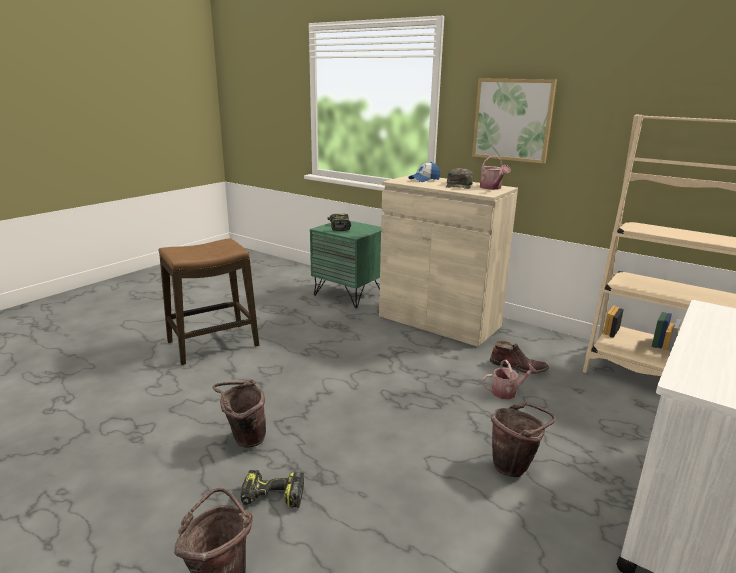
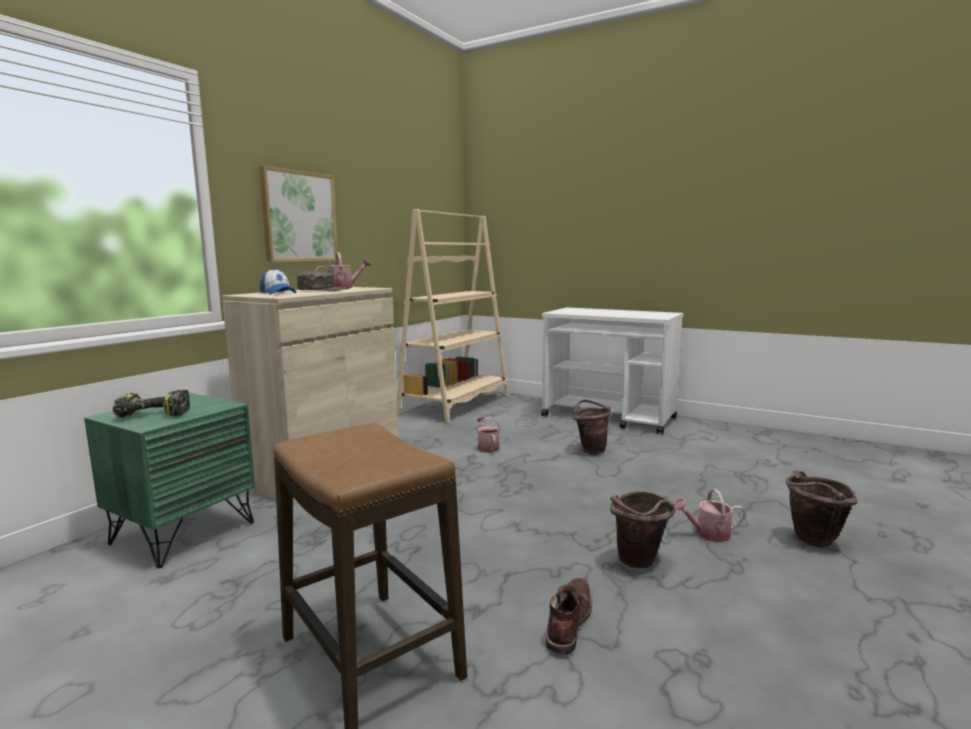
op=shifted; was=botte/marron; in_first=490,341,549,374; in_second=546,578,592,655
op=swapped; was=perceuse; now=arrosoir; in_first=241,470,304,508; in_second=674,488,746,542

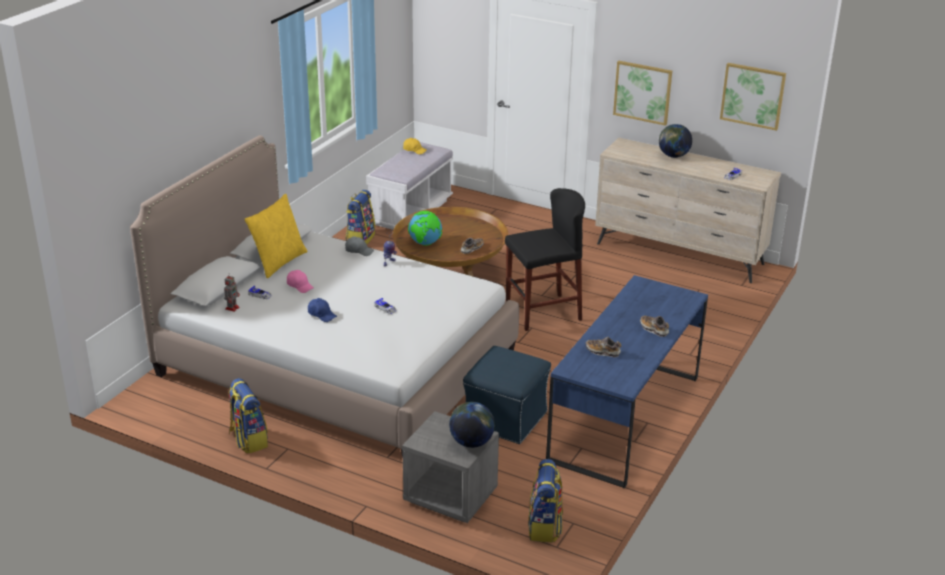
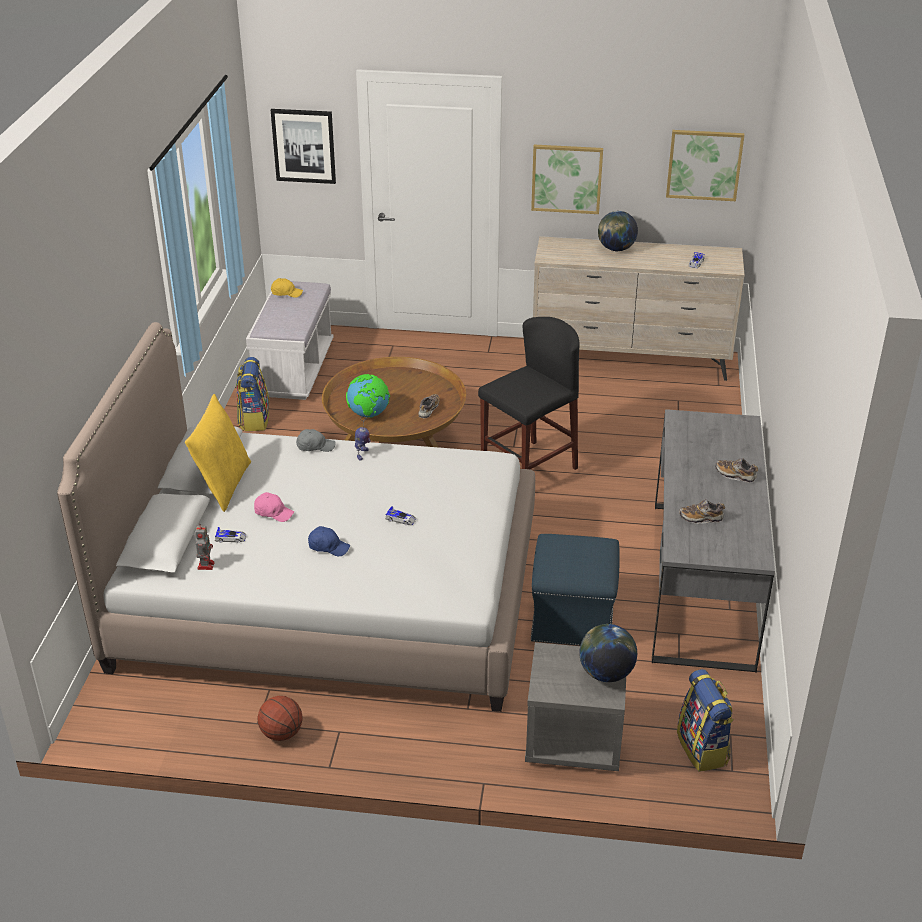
op=swapped; was=sac à dos; now=ballon de basket; in_first=229,378,268,454; in_second=258,696,303,741
op=new; now=tableau; in_second=271,109,336,184
op=repainted; was=bureau/bleu; now=bureau/gris; in_first=546,275,708,489; in_second=652,409,775,673

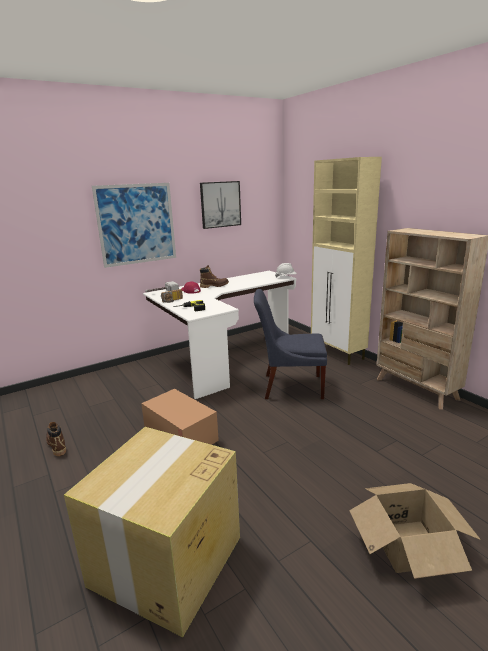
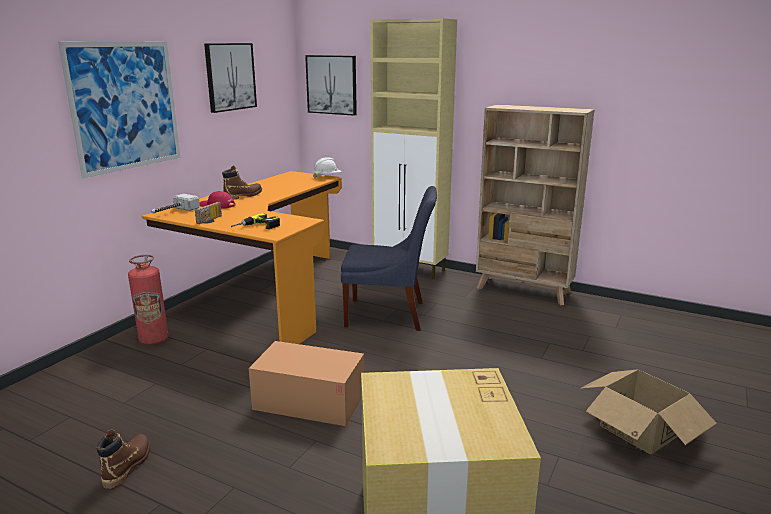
op=rotated; was=botte/marron; in_first=46,422,66,456; in_second=97,429,150,489; clockwise=75
op=new; now=extincteur; in_second=128,255,169,345
op=repainted; was=bureau/blanc; now=bureau/orange; in_first=143,271,297,399; in_second=142,171,342,344
op=new; now=tableau; in_second=305,55,357,116
op=rotated; was=chaise/bleu; in_first=254,289,327,399; in_second=341,186,437,331; clockwise=-150

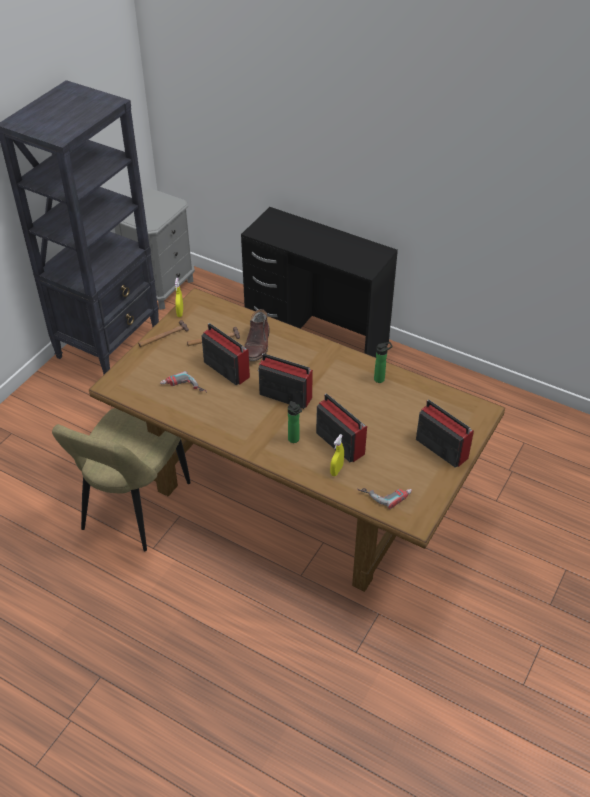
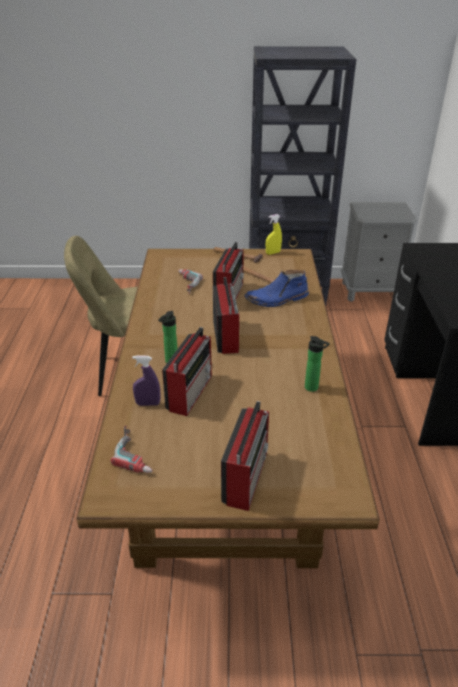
op=repainted; was=vaporisateur/jaune; now=vaporisateur/violet; in_first=330,434,344,476; in_second=132,356,161,406
op=repainted; was=botte/marron; now=botte/bleu; in_first=244,309,270,361; in_second=245,270,309,307

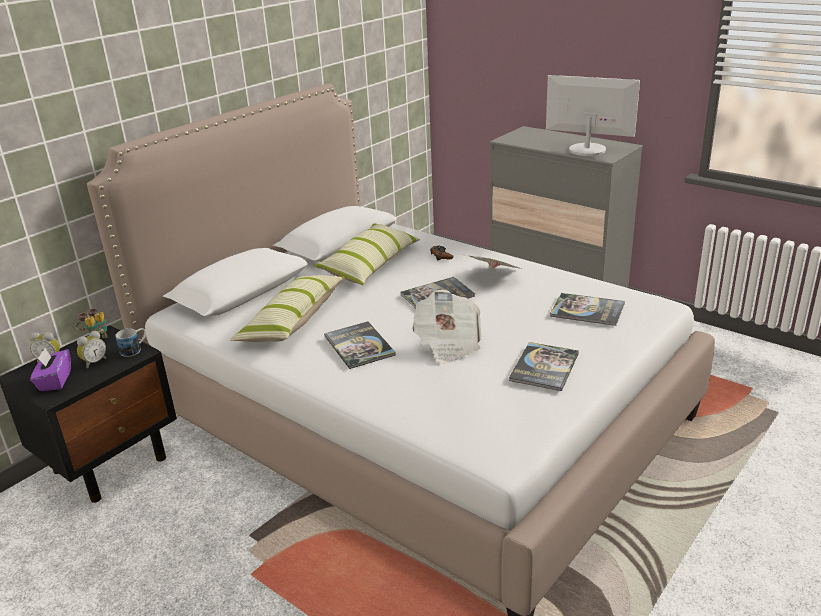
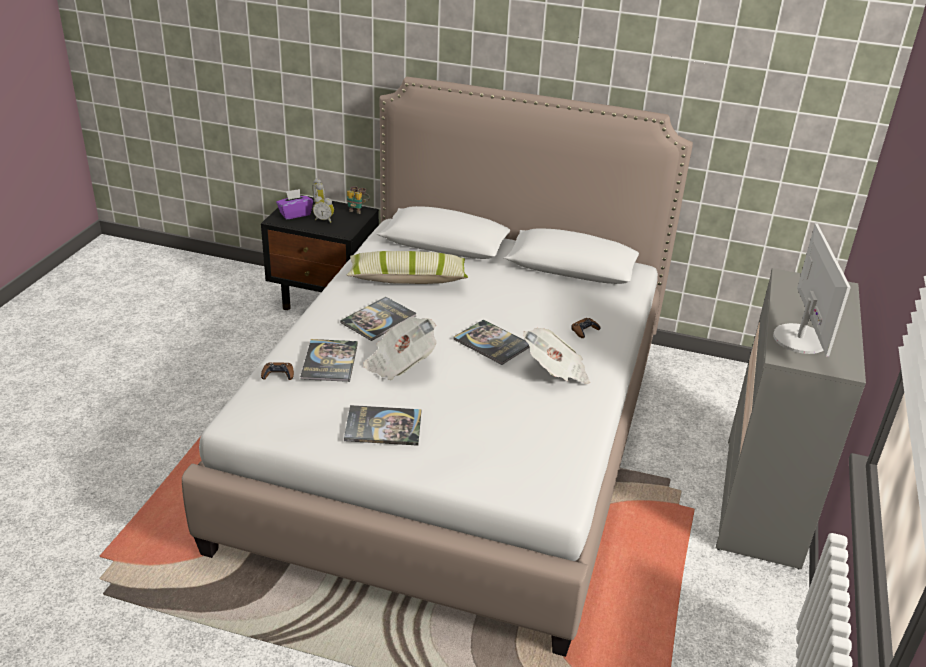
op=new; now=manette/marron; in_second=261,362,294,380
op=shifted; was=livre; in_first=550,293,625,326; in_second=300,339,358,382
op=gone; was=mug; in_first=115,328,146,357
op=gone; was=coussin; in_first=314,223,420,285

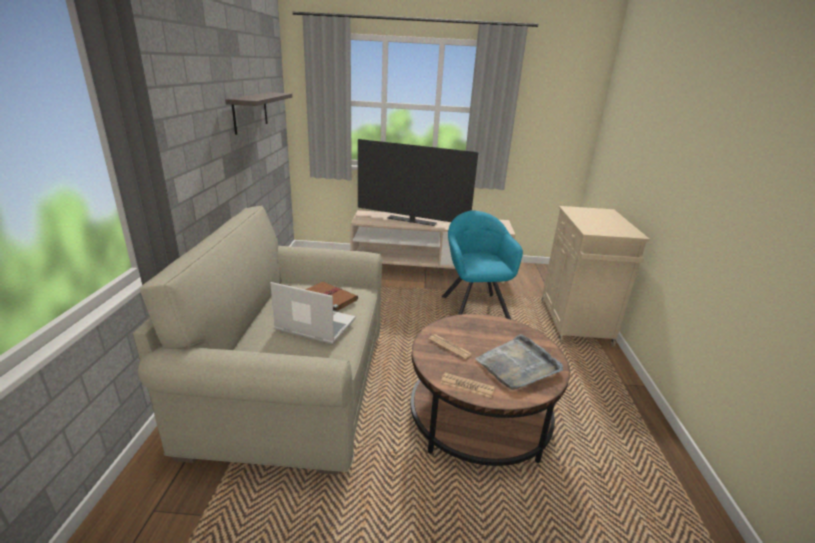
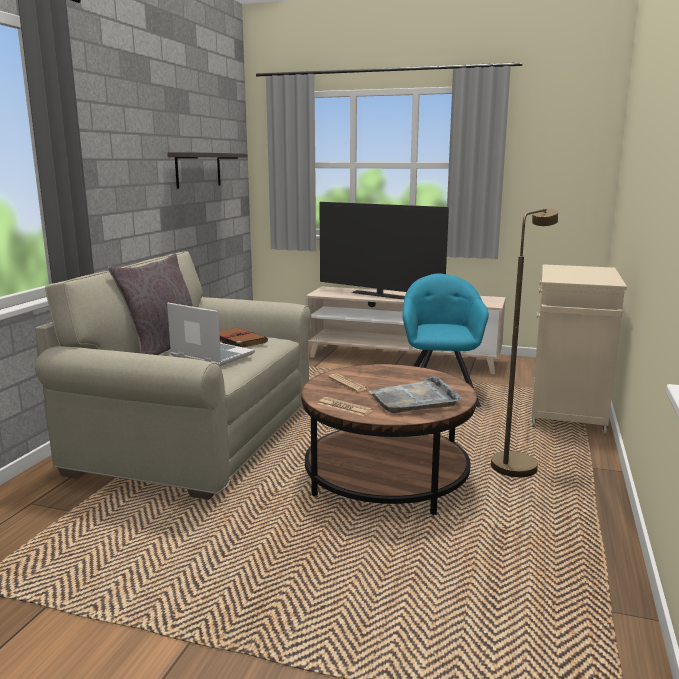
op=new; now=coussin/gris; in_second=108,253,193,355
op=new; now=lampadaire/marron; in_second=491,208,558,477

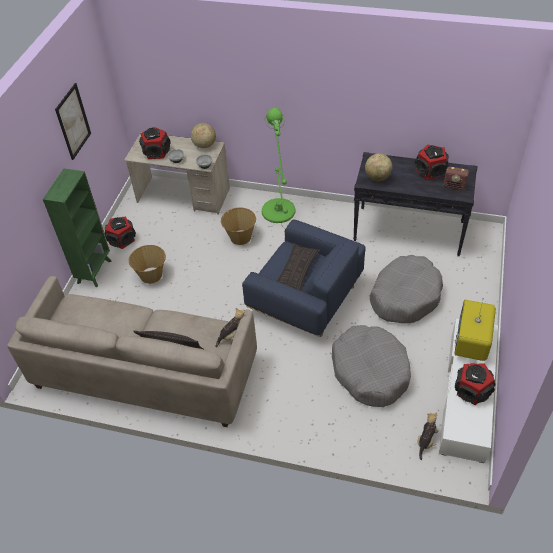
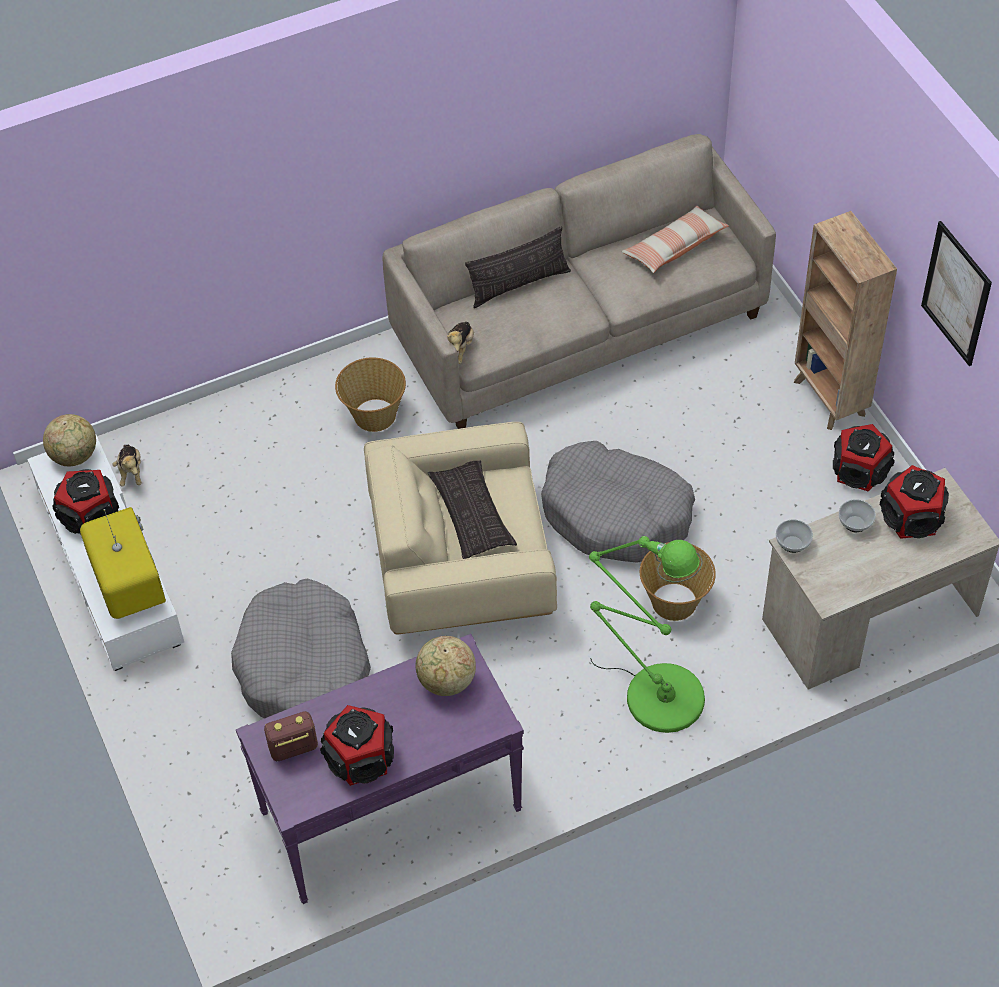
op=shifted; was=globe; in_first=191,123,216,148; in_second=43,414,96,466
op=repainted; was=table console/noir; now=table console/violet; in_first=353,152,477,256; in_second=236,634,524,904
op=shifted; was=panier; in_first=129,245,166,284; in_second=335,357,406,432
op=repainted; was=fauteuil/bleu; now=fauteuil/beige; in_first=242,220,366,337; in_second=364,422,557,635
op=shifted; was=panier pour chien/gris; in_first=332,325,411,407; in_second=541,441,695,563
op=new; now=coussin; in_second=621,206,729,273
op=repainted; was=bibliothèque/vert; now=bibliothèque/marron; in_first=43,169,112,287; in_second=794,211,897,430

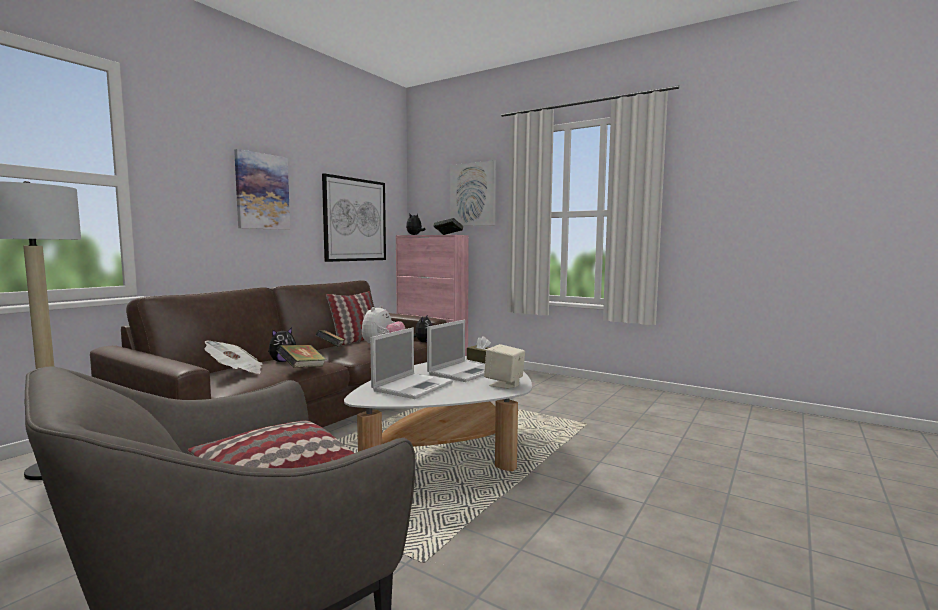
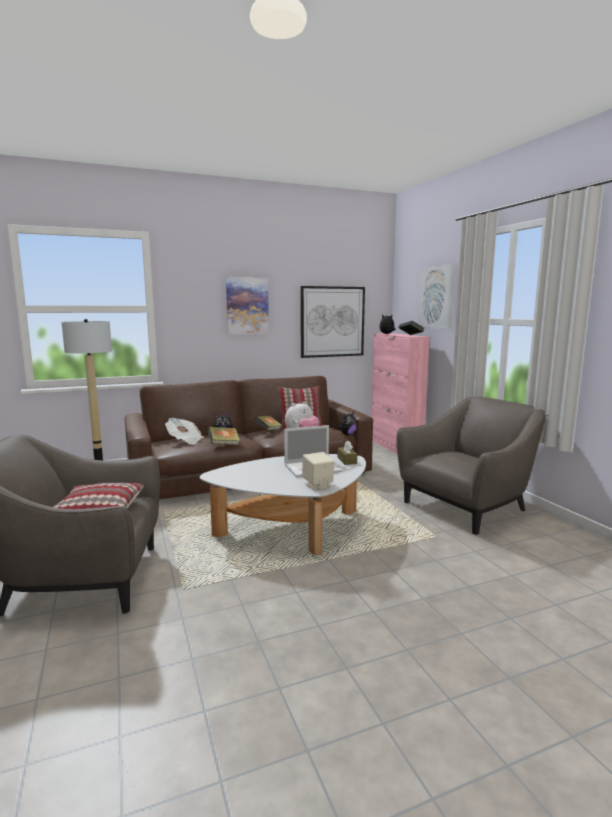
op=new; now=fauteuil/gris; in_second=396,397,545,535
op=gone; was=ordinateur portable; in_first=370,327,453,399

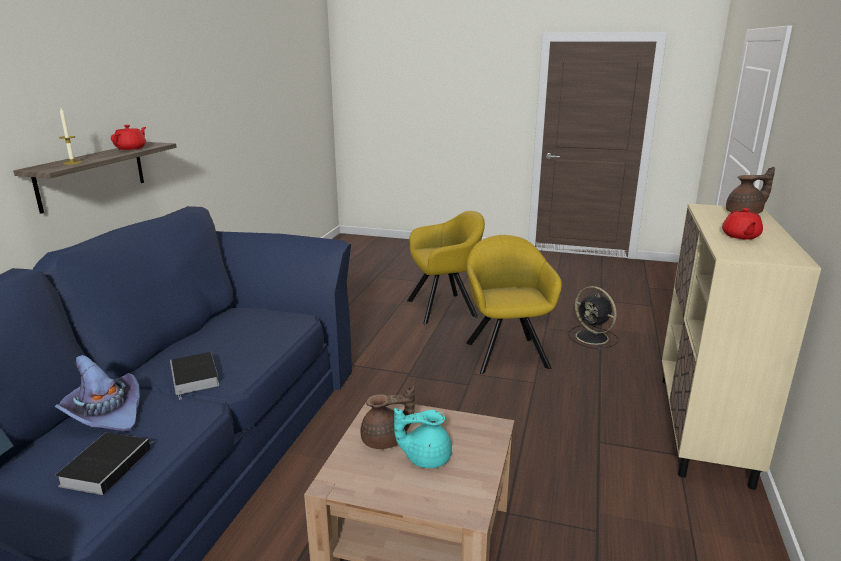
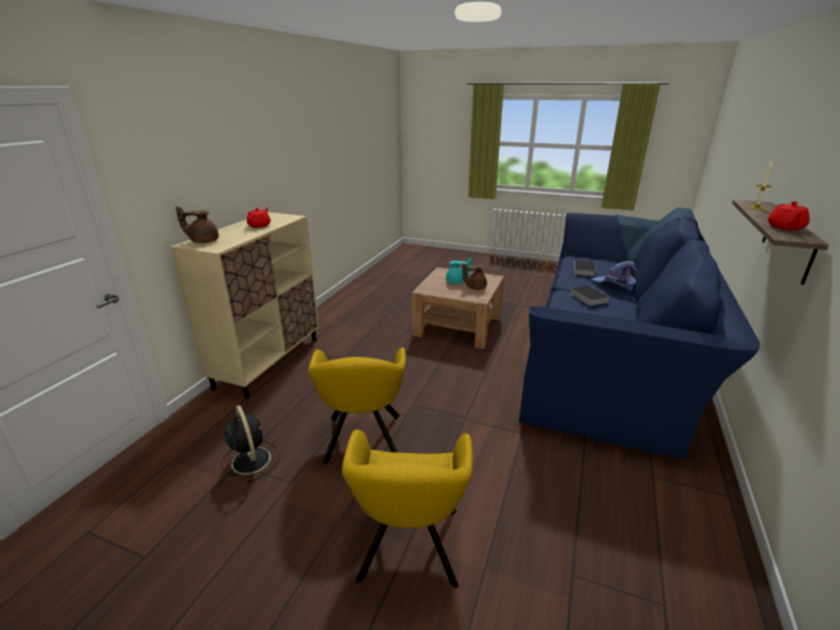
op=rotated; was=fauteuil/jaune; in_first=407,211,485,324; in_second=342,430,473,588; clockwise=-75

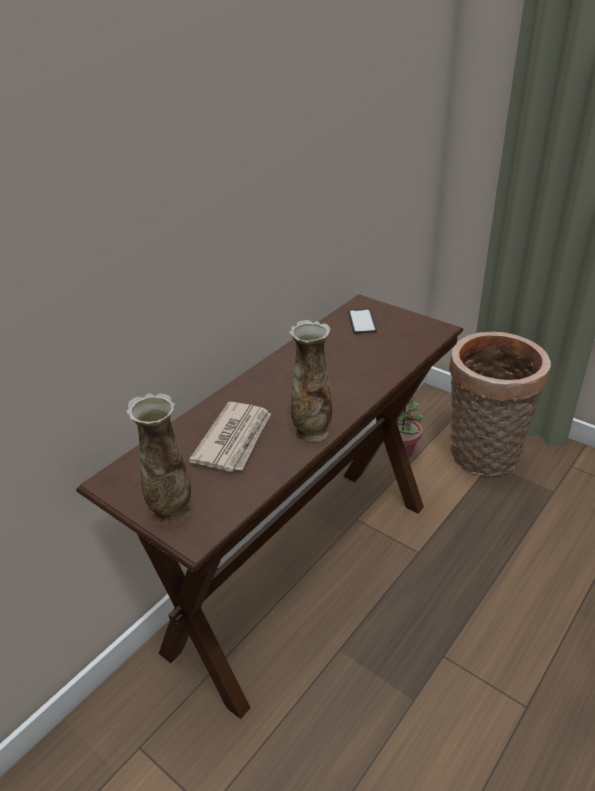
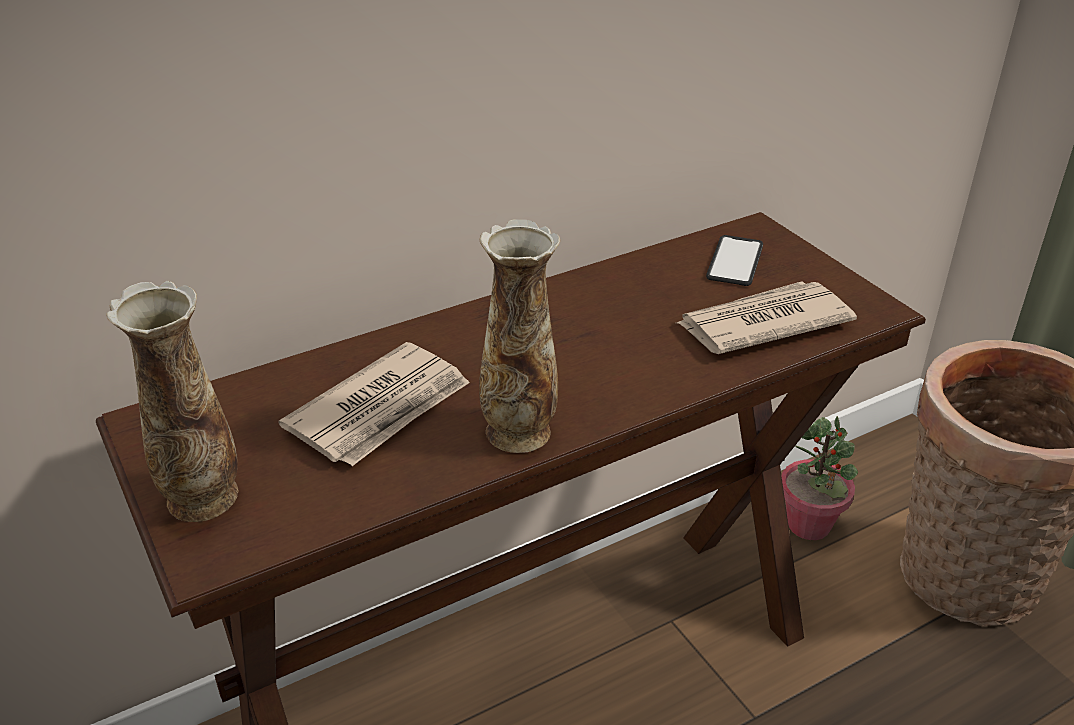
op=new; now=journal; in_second=677,281,857,354

